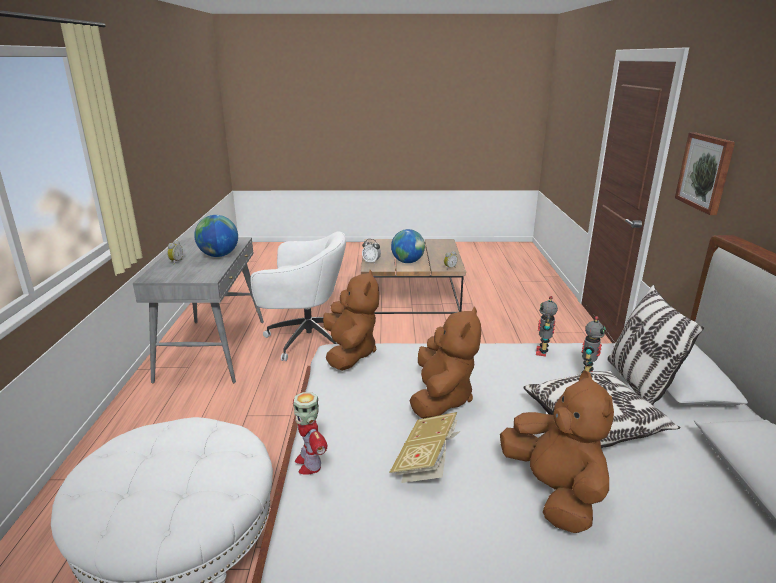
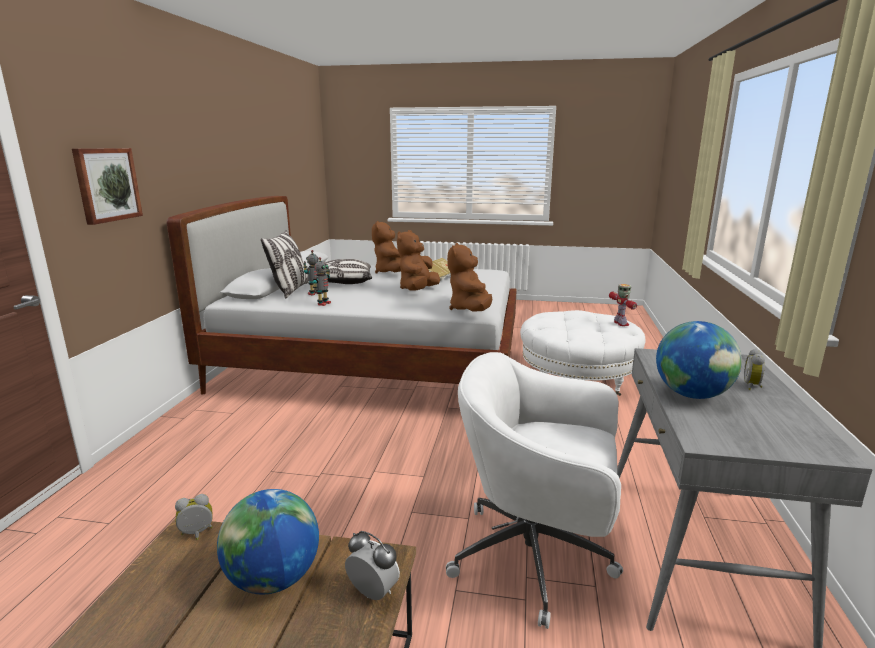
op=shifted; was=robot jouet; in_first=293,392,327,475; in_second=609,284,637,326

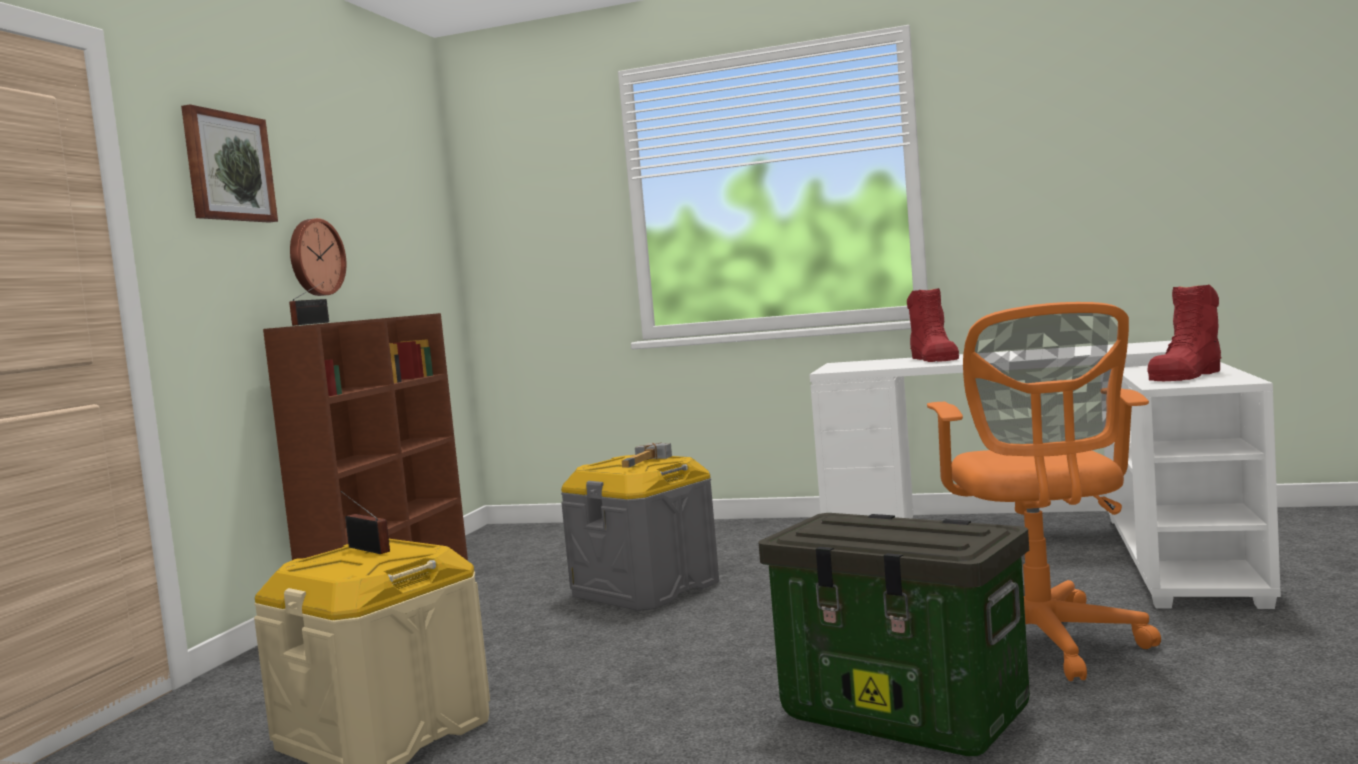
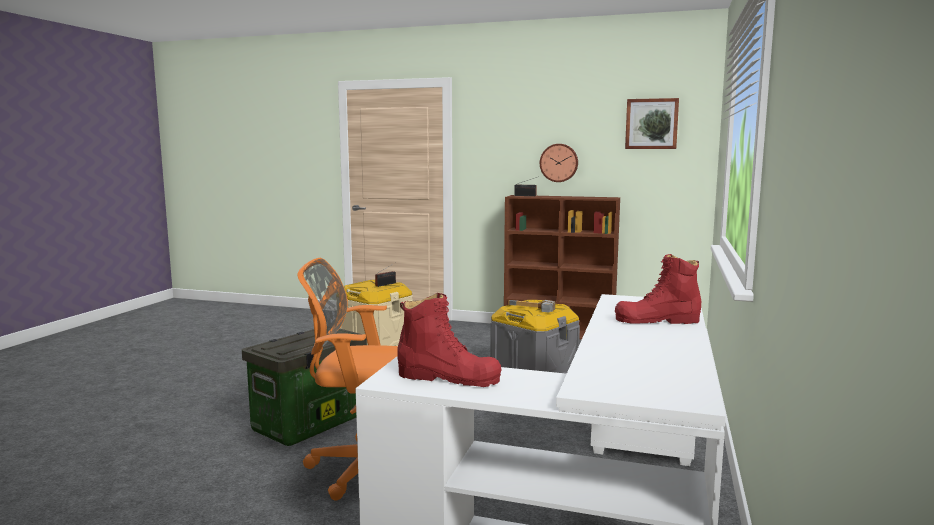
op=rotated; was=botte/rouge; in_first=1147,285,1222,381; in_second=397,293,502,387; clockwise=150
op=shifted; was=tableau; in_first=181,104,278,223; in_second=625,98,679,149

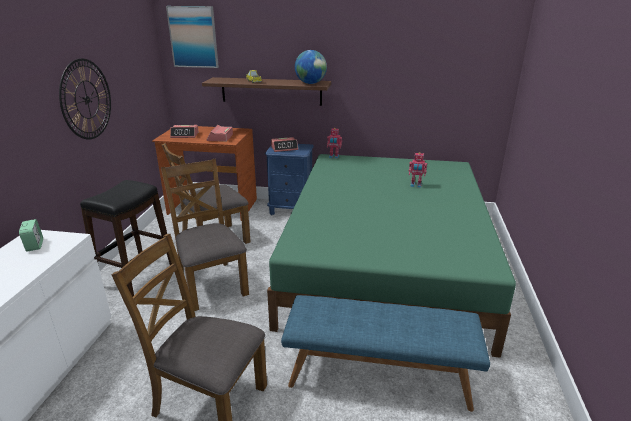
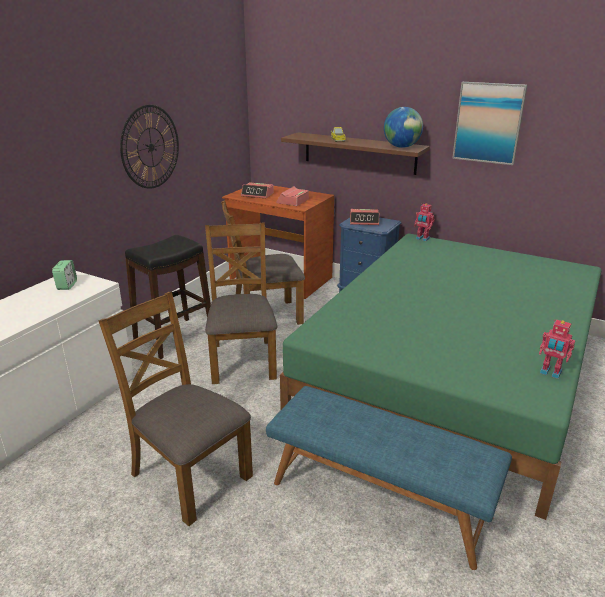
op=shifted; was=tableau; in_first=166,6,219,68; in_second=452,82,527,165
op=shifted; was=robot jouet; in_first=409,152,427,188; in_second=539,319,575,379

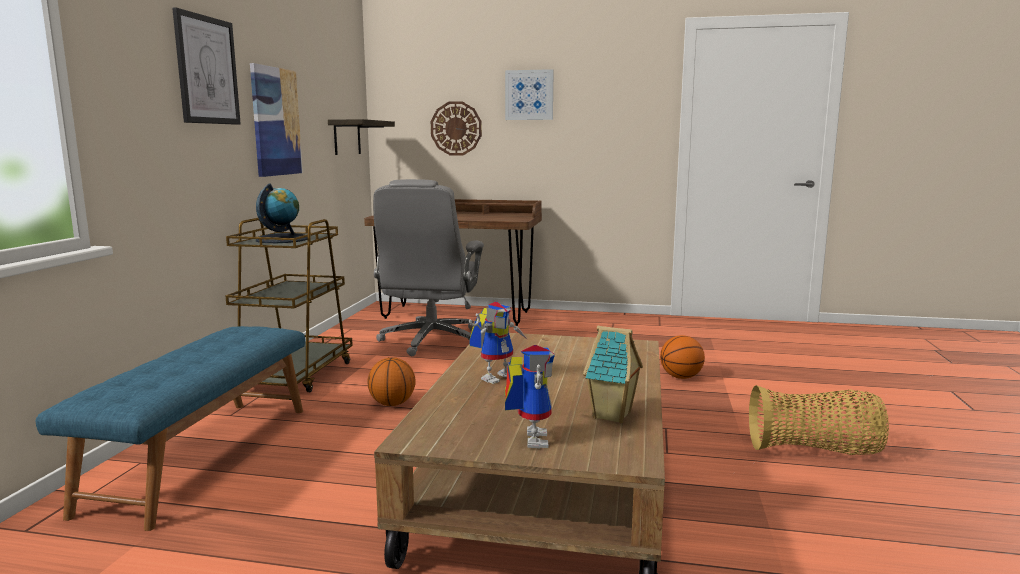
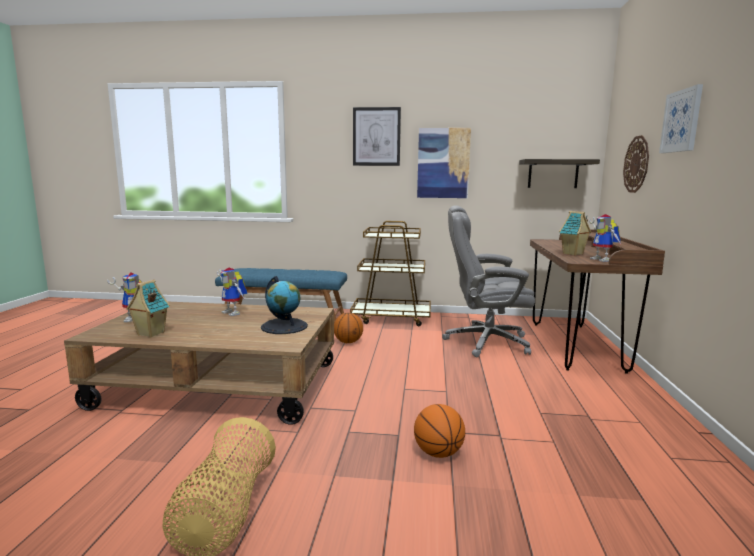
op=shifted; was=globe; in_first=256,184,308,243; in_second=261,276,308,334
op=new; now=maison miniature; in_second=559,211,592,256
op=new; now=robot jouet; in_second=589,214,621,262

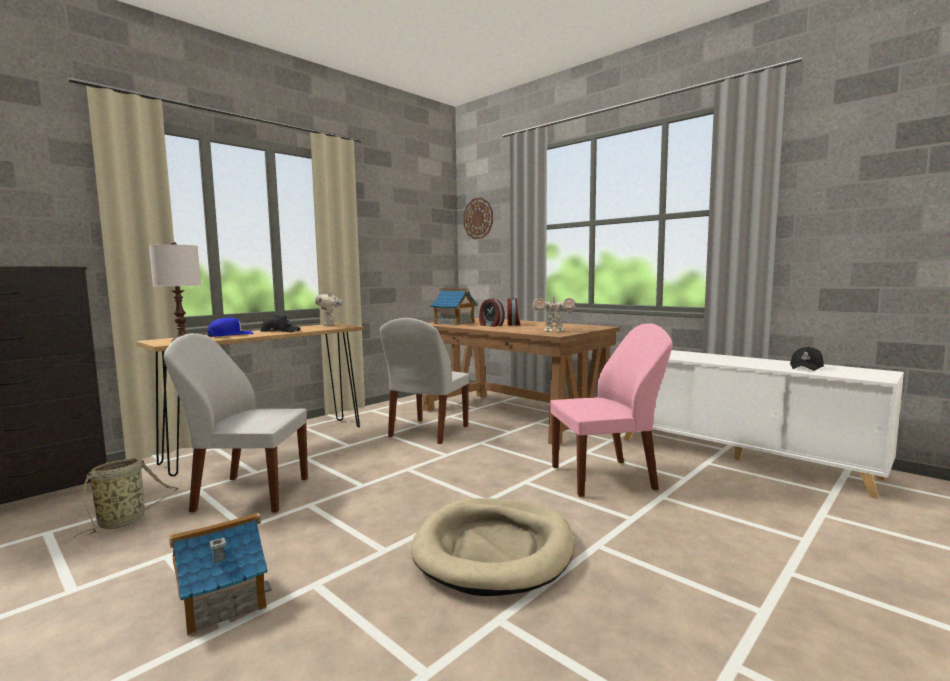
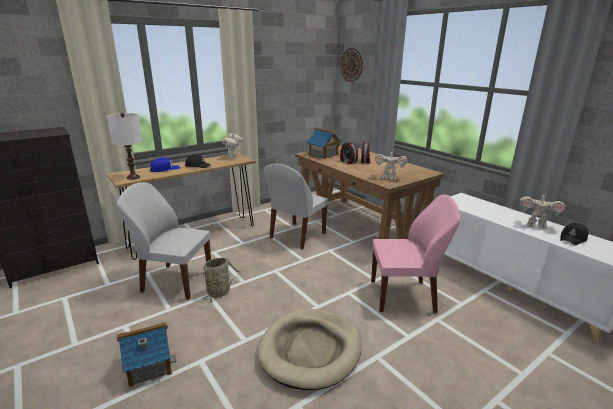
op=shifted; was=panier; in_first=74,458,179,538; in_second=199,258,242,303
op=new; now=robot jouet; in_second=520,192,565,229

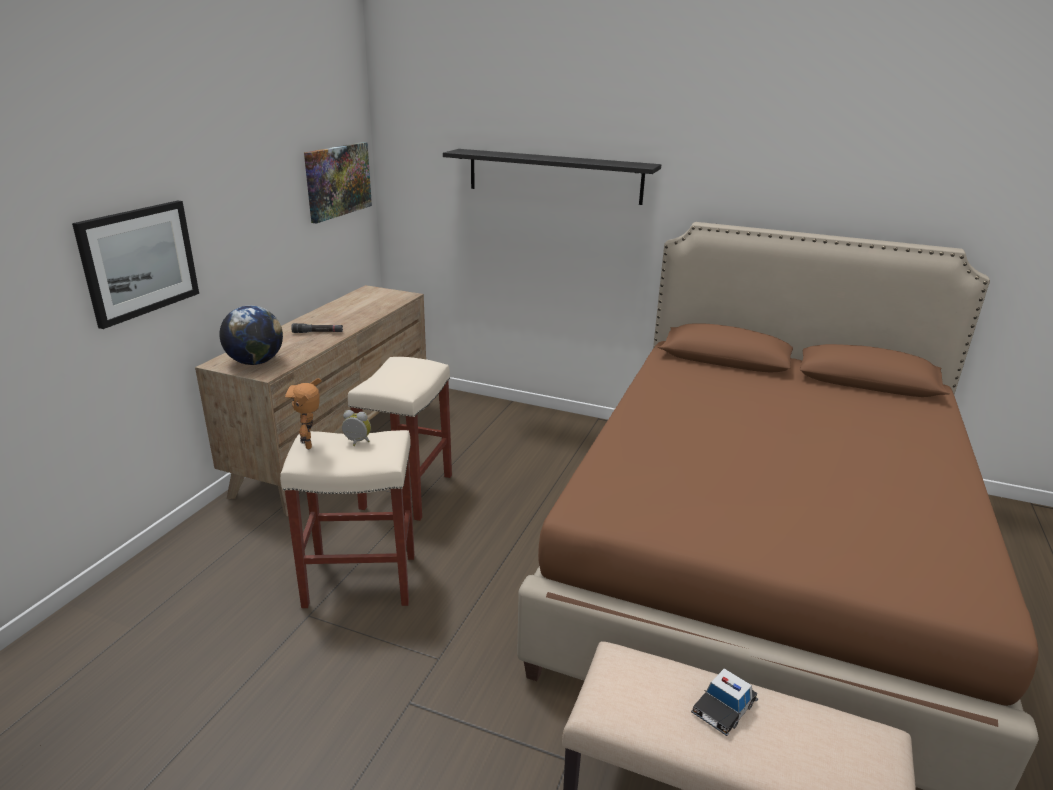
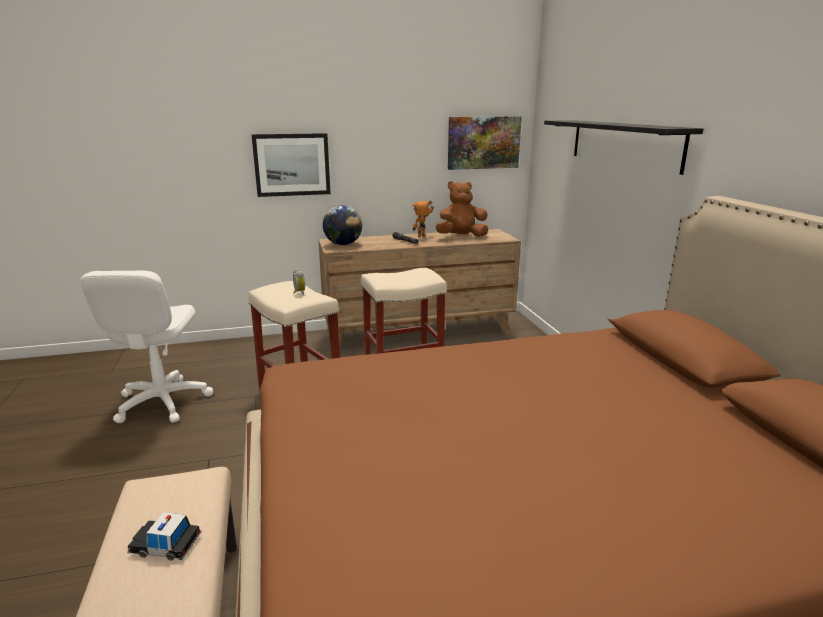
op=new; now=chaise de bureau/blanc; in_second=80,271,213,423
op=shifted; was=robot jouet; in_first=285,378,322,450; in_second=412,200,434,238
op=new; now=peluche/marron; in_second=436,181,488,237

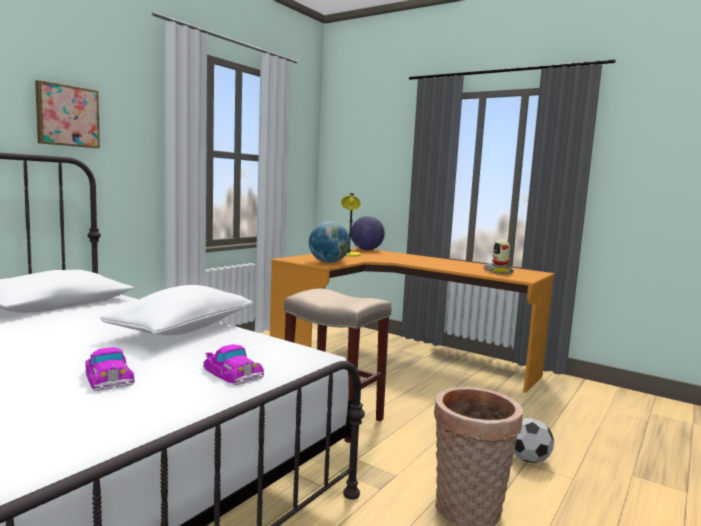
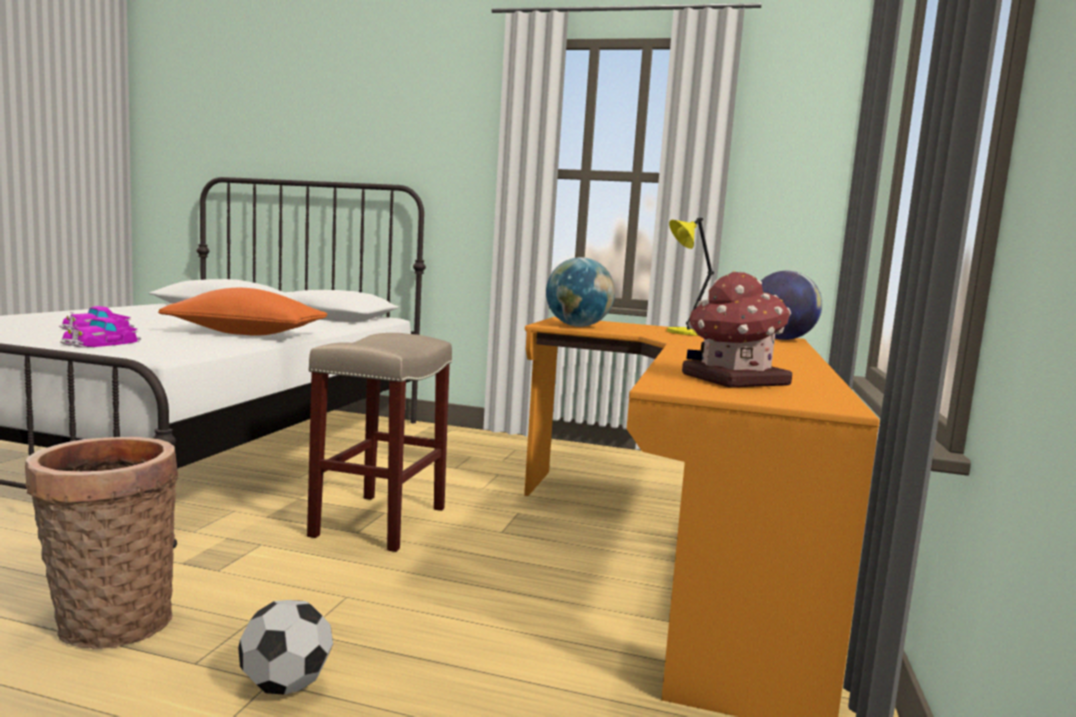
op=repainted; was=coussin/blanc; now=coussin/orange; in_first=100,285,253,335; in_second=158,288,328,335
op=swapped; was=robot jouet; now=maison miniature; in_first=483,239,514,274; in_second=682,271,792,387
op=gone; was=tableau; in_first=35,80,100,148

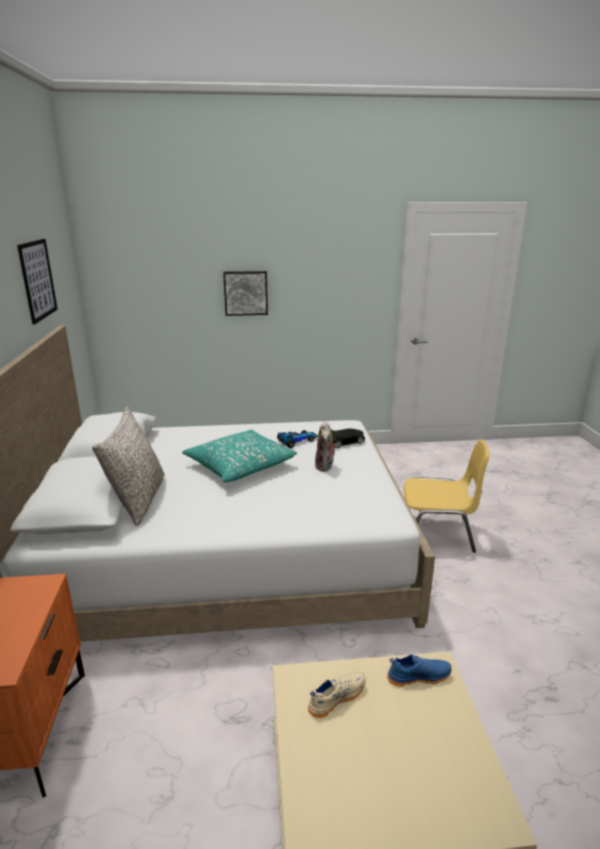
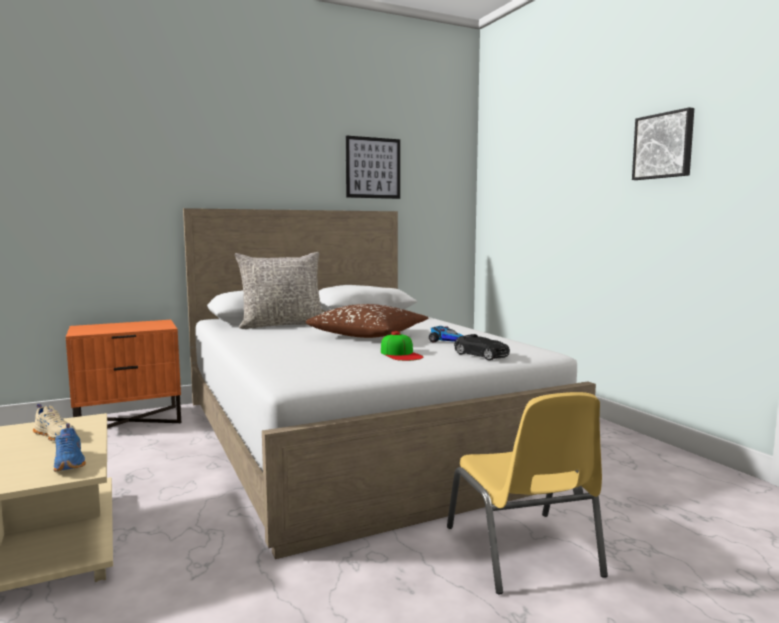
op=repainted; was=coussin/turquoise; now=coussin/marron; in_first=182,430,297,482; in_second=306,304,428,338
op=swapped; was=peluche; now=casquette; in_first=315,421,337,471; in_second=381,331,423,361
op=shifted; was=tableau; in_first=223,271,268,316; in_second=632,107,694,180

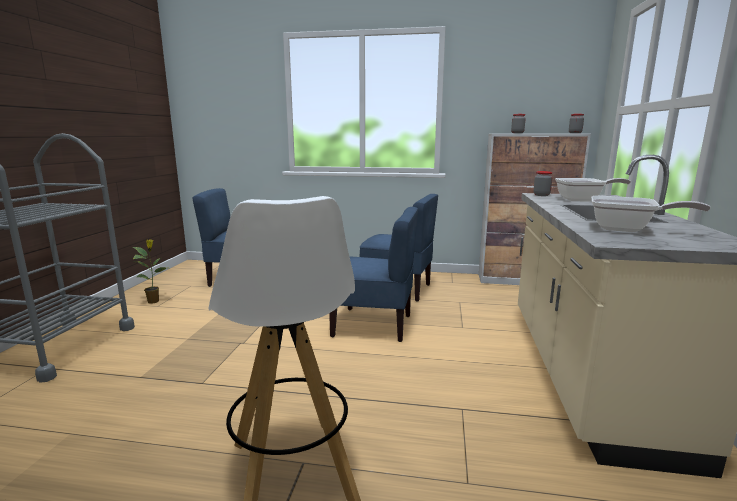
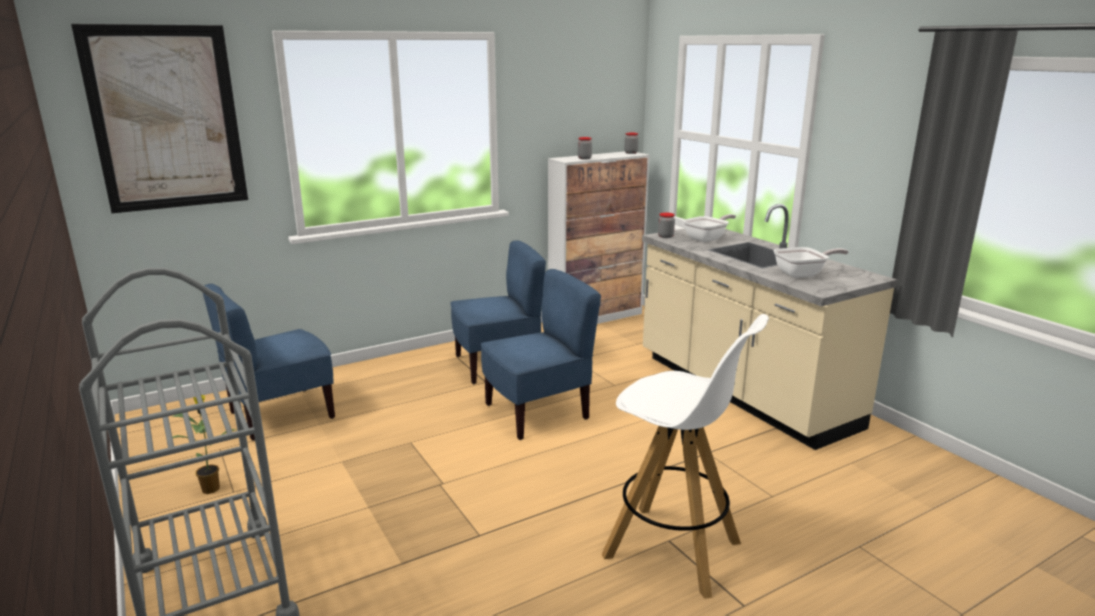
op=new; now=tableau; in_second=71,24,248,213

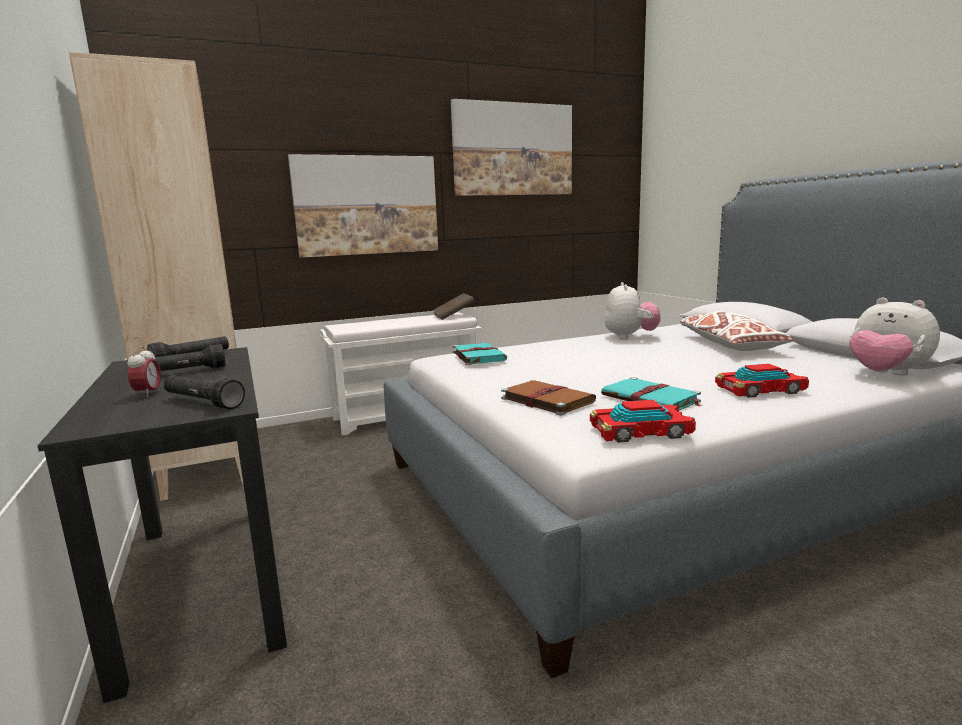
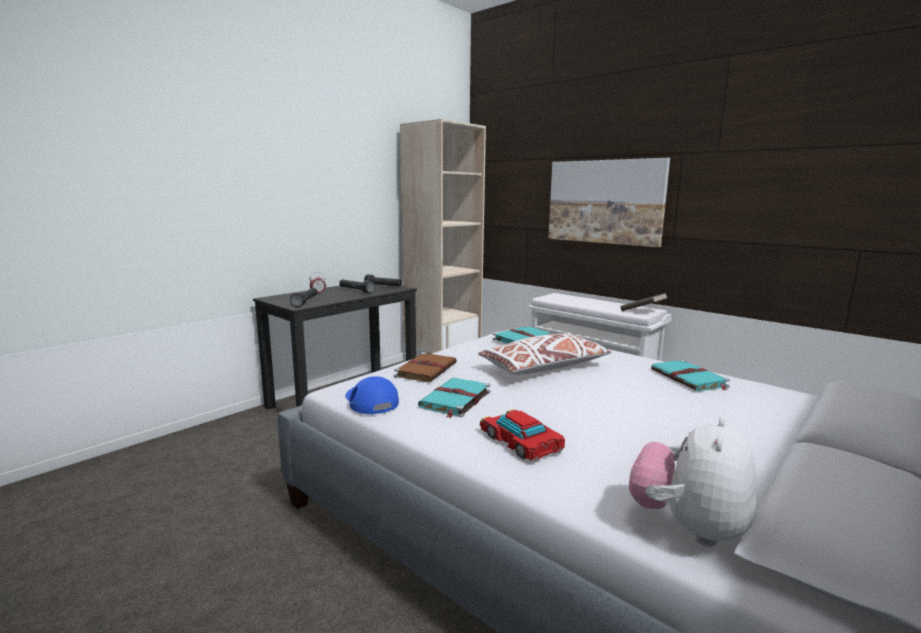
op=swapped; was=petite voiture; now=casquette/bleu; in_first=590,400,696,443; in_second=345,376,399,414
op=shifted; was=coussin/blanc; in_first=680,311,795,351; in_second=478,334,612,375
op=swapped; was=peluche; now=livre/turquoise; in_first=605,282,661,339; in_second=651,360,730,391
op=gone; was=tableau; in_first=451,99,572,196

